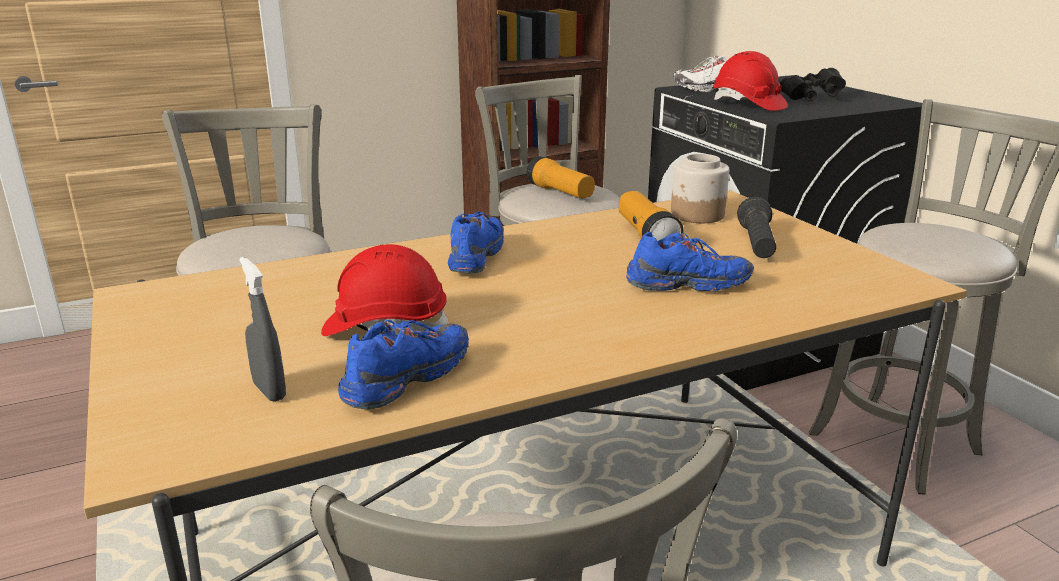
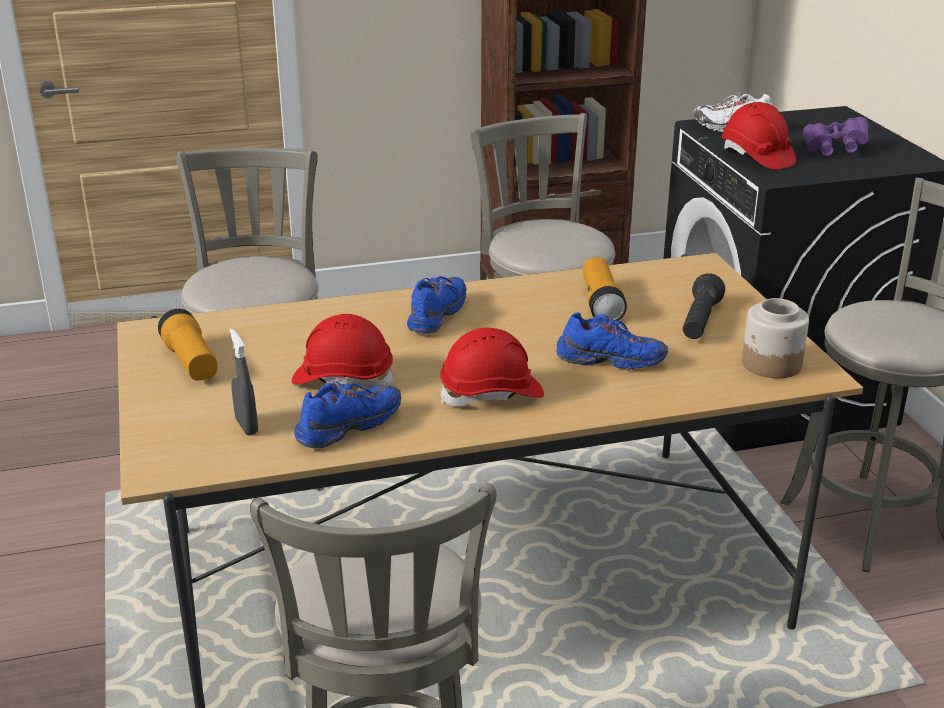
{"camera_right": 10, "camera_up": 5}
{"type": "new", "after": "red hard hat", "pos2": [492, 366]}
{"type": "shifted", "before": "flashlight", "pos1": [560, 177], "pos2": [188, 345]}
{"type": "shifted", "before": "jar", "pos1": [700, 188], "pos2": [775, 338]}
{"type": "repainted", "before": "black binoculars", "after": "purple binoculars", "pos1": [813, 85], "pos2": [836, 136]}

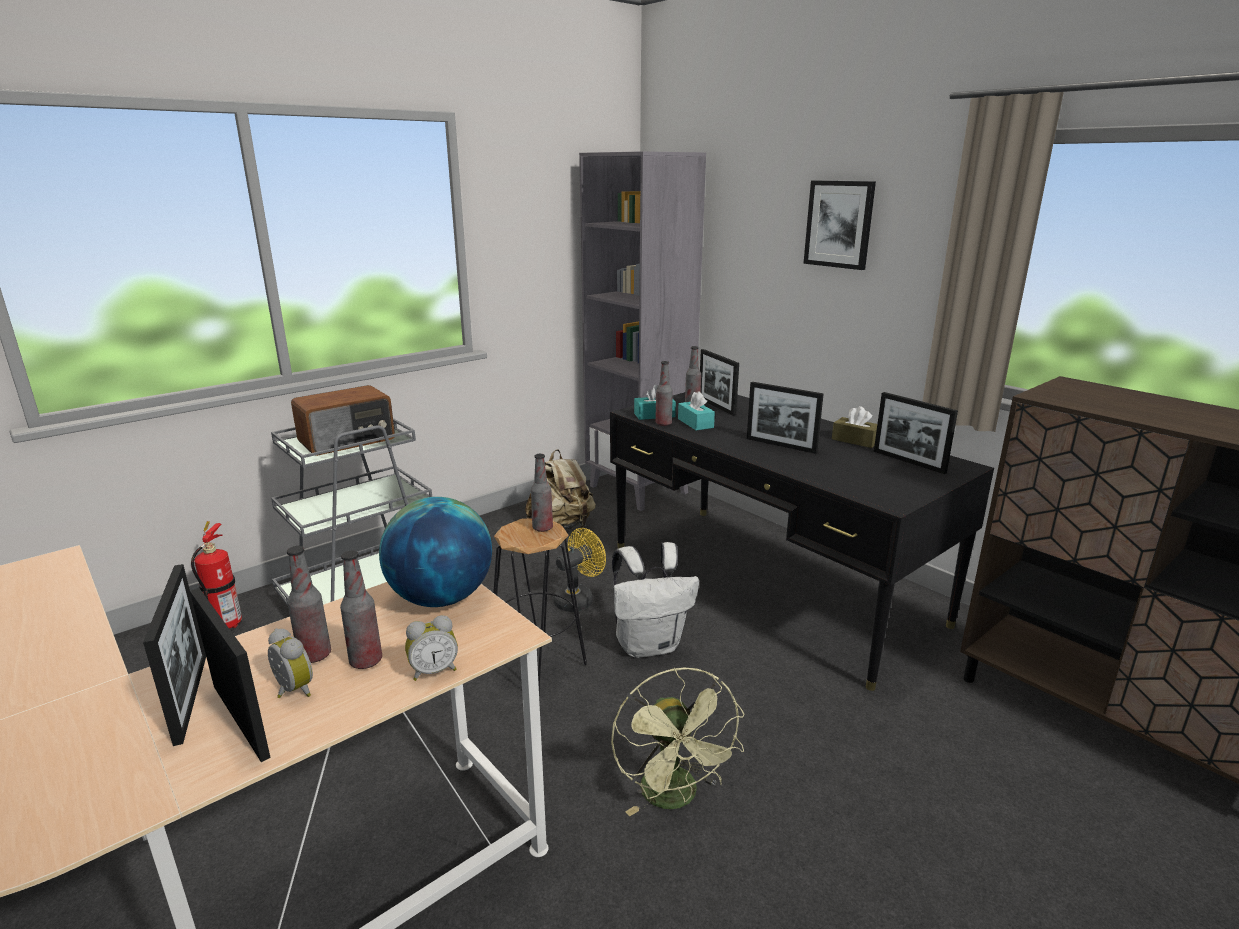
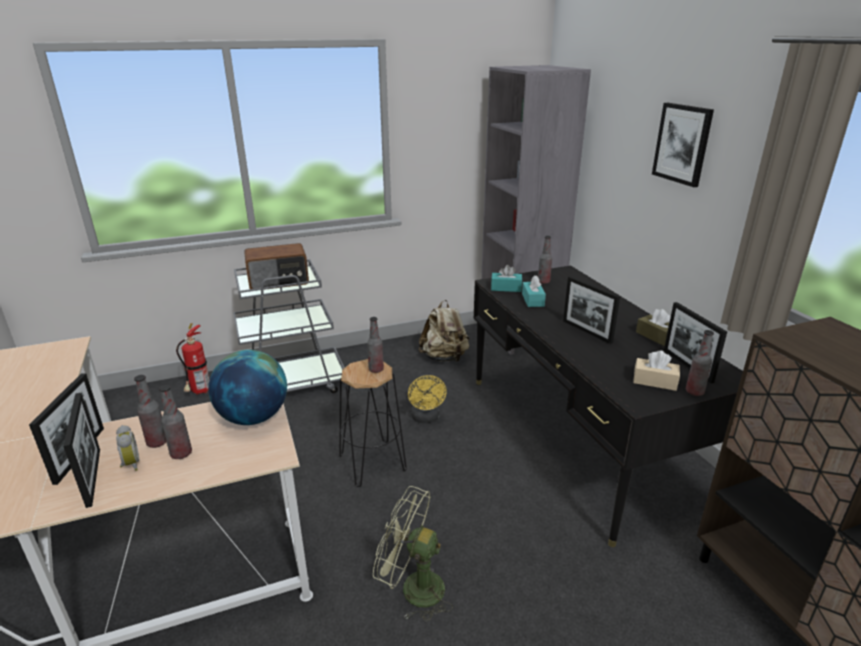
{"camera_right": 20, "camera_up": 5}
{"type": "gone", "before": "alarm clock", "pos1": [431, 648]}
{"type": "gone", "before": "white backpack", "pos1": [655, 600]}
{"type": "gone", "before": "picture frame", "pos1": [719, 382]}
{"type": "new", "after": "beige tissue box", "pos2": [656, 370]}
{"type": "shifted", "before": "bottle", "pos1": [664, 393], "pos2": [700, 363]}
{"type": "rotated", "before": "yellow fan", "pos1": [579, 570], "pos2": [427, 398], "turn": 105}
{"type": "rotated", "before": "green fan", "pos1": [678, 742], "pos2": [413, 554], "turn": 105}

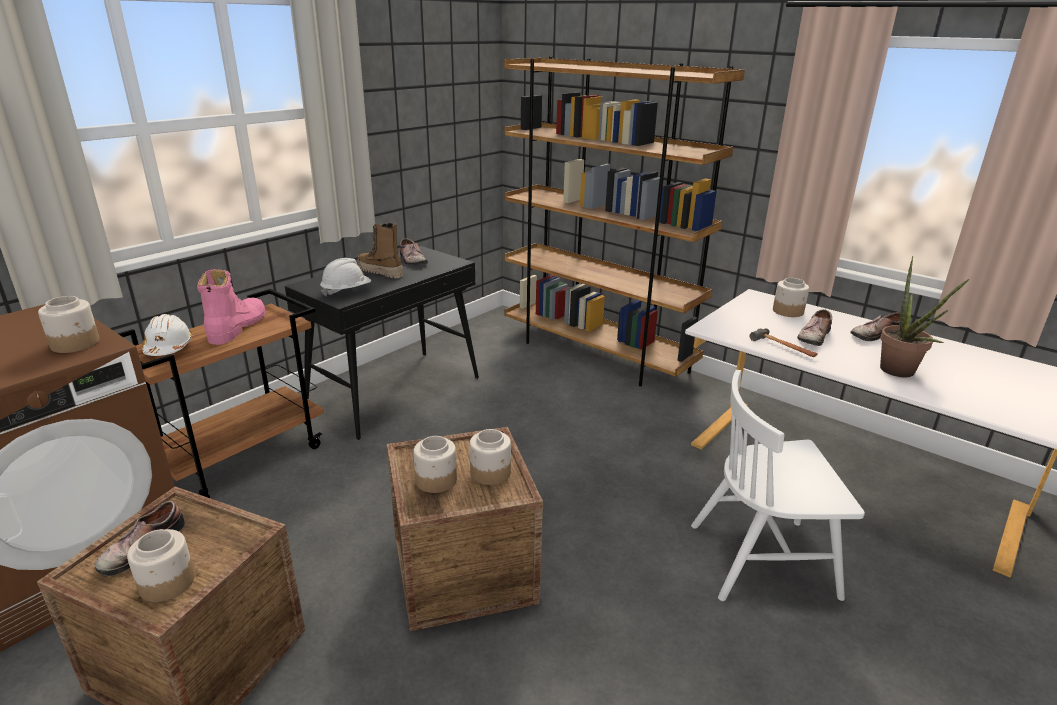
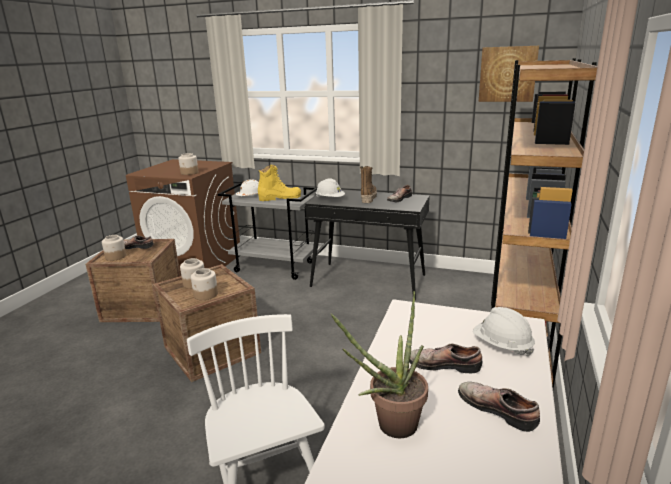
{"camera_right": 70, "camera_up": -5}
{"type": "gone", "before": "hammer", "pos1": [784, 342]}
{"type": "new", "after": "picture", "pos2": [509, 74]}
{"type": "swapped", "before": "jar", "after": "white hard hat", "pos1": [791, 297], "pos2": [504, 331]}
{"type": "repainted", "before": "brown cart", "after": "grey cart", "pos1": [221, 393], "pos2": [267, 231]}
{"type": "repainted", "before": "pink boot", "after": "yellow boot", "pos1": [231, 307], "pos2": [279, 183]}

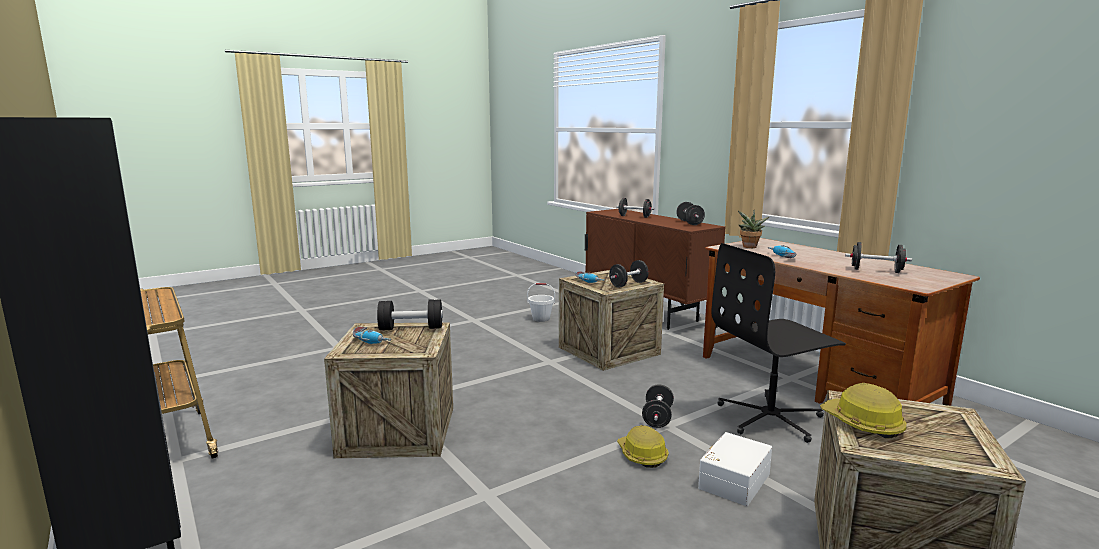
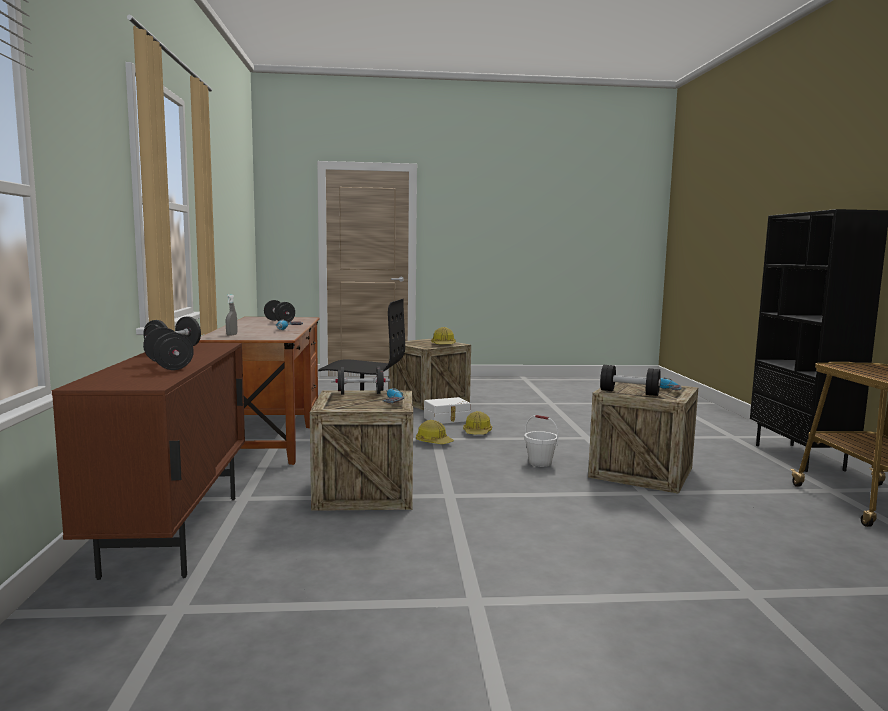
{"camera_right": -150, "camera_up": -5}
{"type": "gone", "before": "potted plant", "pos1": [753, 229]}
{"type": "new", "after": "grey spray bottle", "pos2": [231, 315]}
{"type": "shifted", "before": "white bucket", "pos1": [541, 302], "pos2": [541, 441]}
{"type": "swapped", "before": "black dumbbell", "after": "hard hat", "pos1": [658, 406], "pos2": [435, 432]}

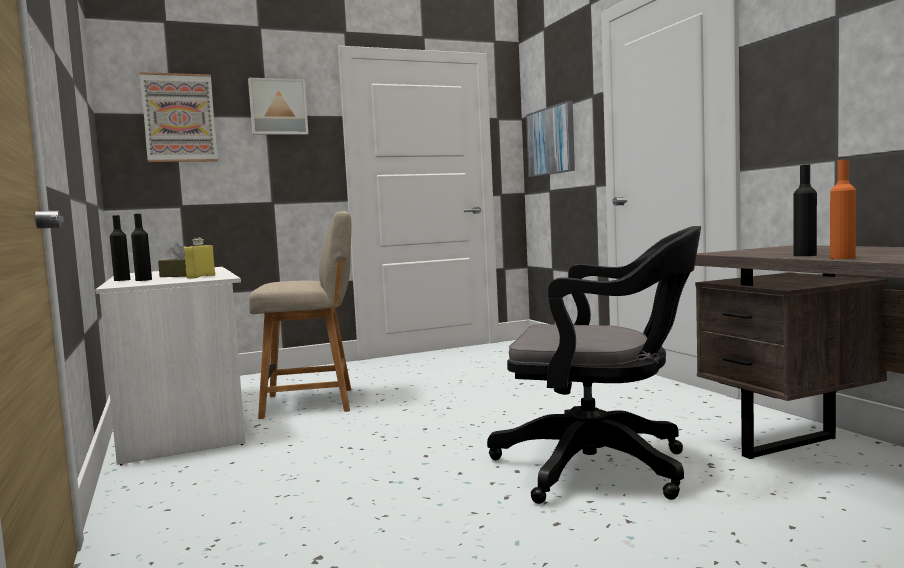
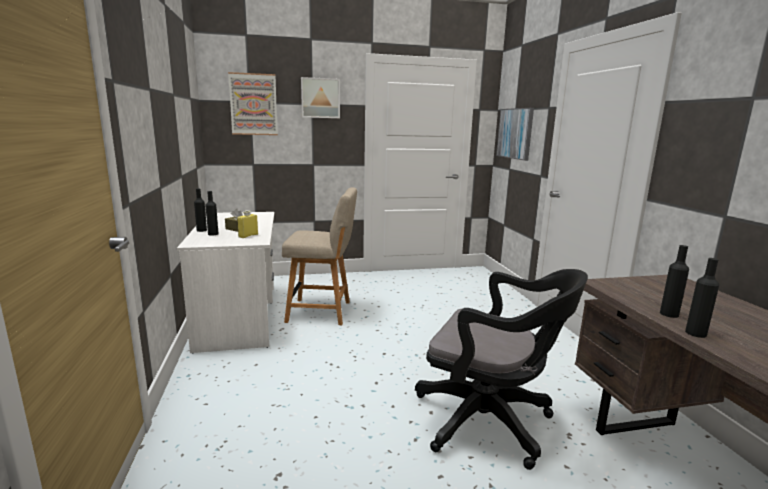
{"camera_right": 10, "camera_up": 10}
{"type": "repainted", "before": "orange bottle", "after": "black bottle", "pos1": [843, 209], "pos2": [702, 298]}

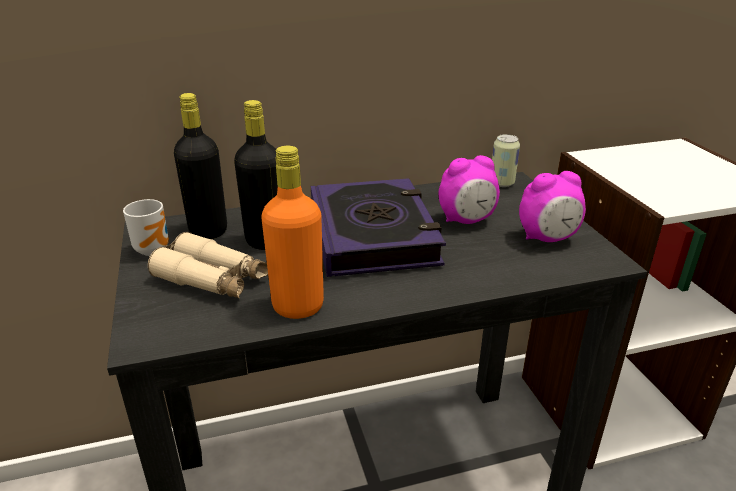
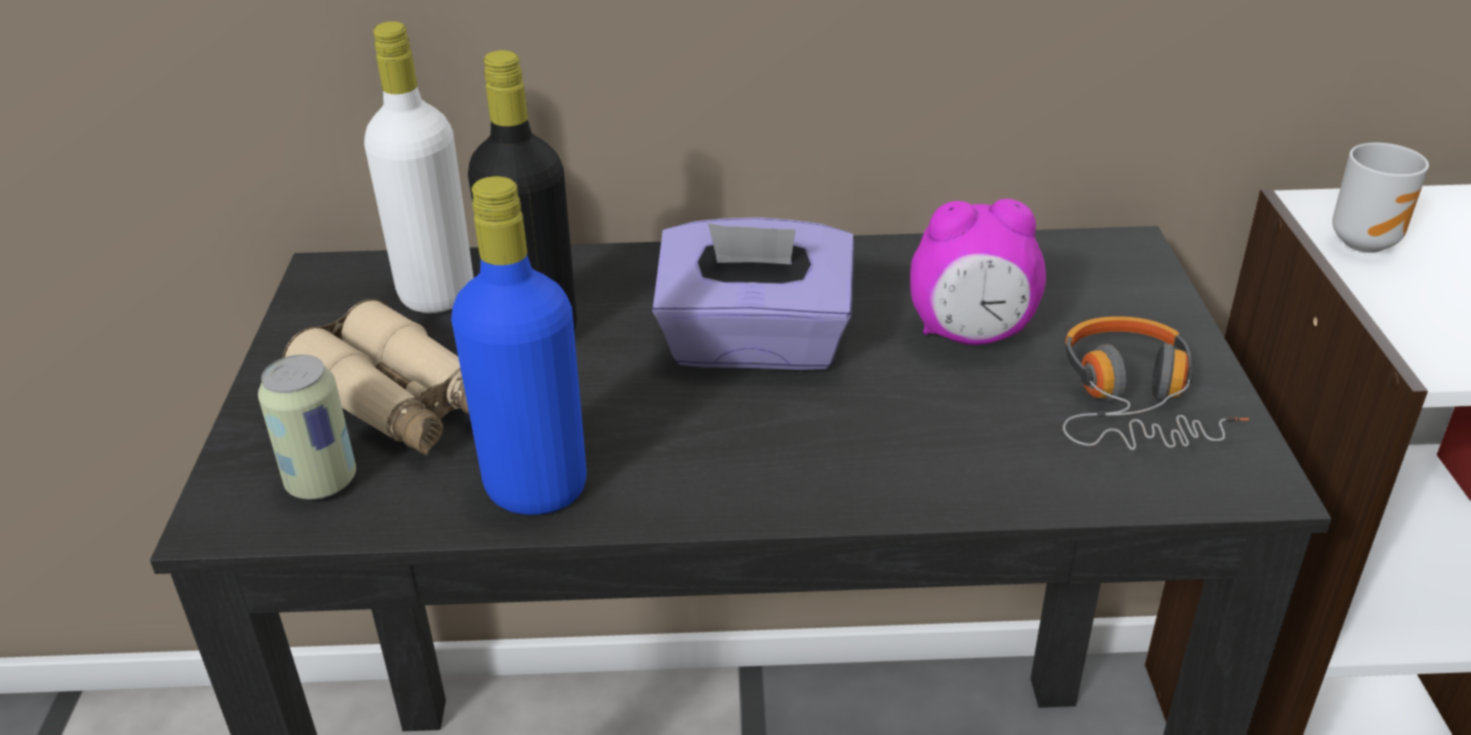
{"camera_right": 15, "camera_up": 5}
{"type": "shifted", "before": "mug", "pos1": [146, 227], "pos2": [1380, 198]}
{"type": "shifted", "before": "can", "pos1": [506, 160], "pos2": [307, 427]}
{"type": "swapped", "before": "book", "after": "purple tissue box", "pos1": [378, 227], "pos2": [753, 293]}
{"type": "swapped", "before": "alarm clock", "after": "headphones", "pos1": [552, 206], "pos2": [1156, 383]}
{"type": "repainted", "before": "black bottle", "after": "white bottle", "pos1": [200, 166], "pos2": [419, 167]}
{"type": "repainted", "before": "orange bottle", "after": "blue bottle", "pos1": [292, 232], "pos2": [519, 345]}

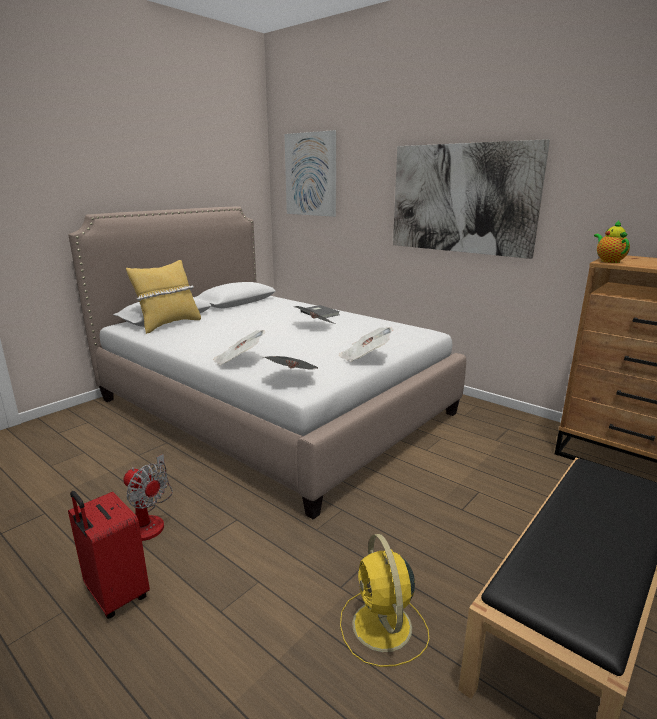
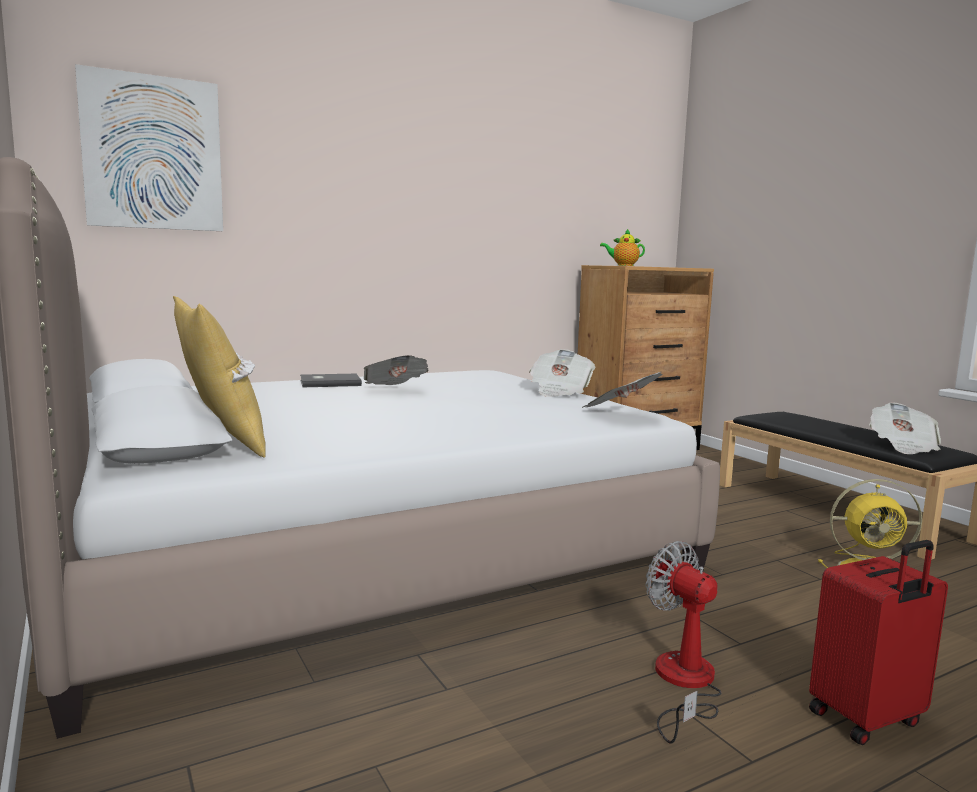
{"camera_right": -70, "camera_up": -10}
{"type": "gone", "before": "picture", "pos1": [471, 199]}
{"type": "shifted", "before": "newspaper", "pos1": [239, 348], "pos2": [905, 428]}
{"type": "rotated", "before": "fan", "pos1": [148, 497], "pos2": [683, 642], "turn": -90}

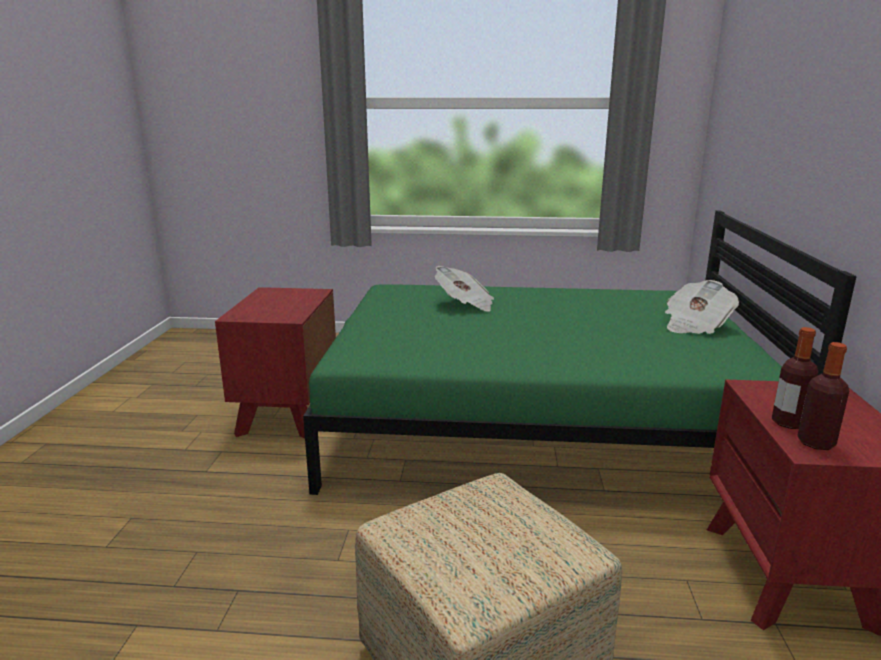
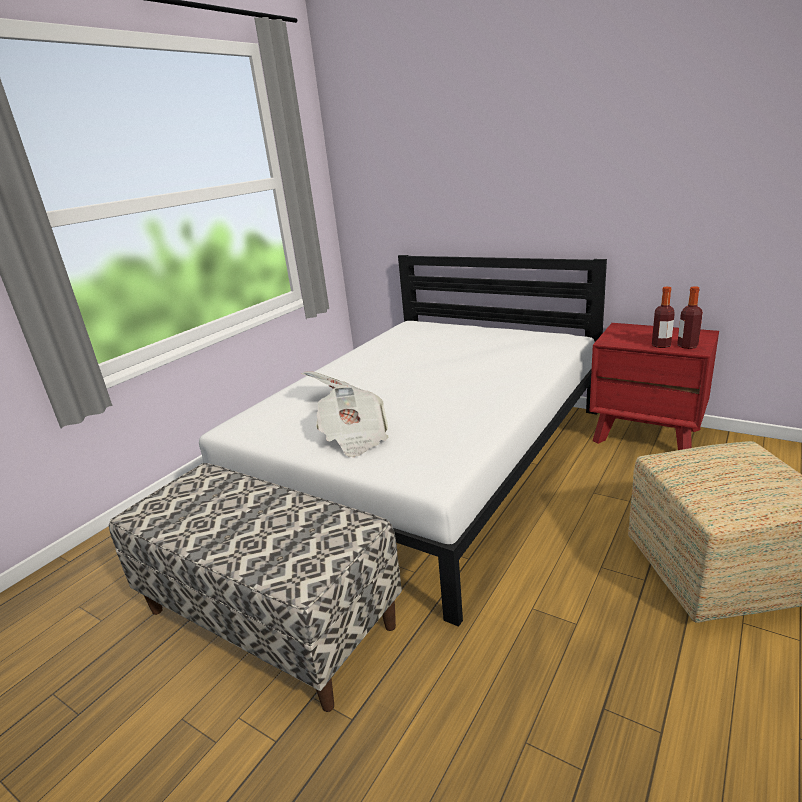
{"camera_right": -60, "camera_up": 5}
{"type": "shifted", "before": "newspaper", "pos1": [702, 307], "pos2": [352, 421]}
{"type": "swapped", "before": "red nightstand", "after": "bench", "pos1": [275, 363], "pos2": [255, 587]}
{"type": "repainted", "before": "green bed", "after": "white bed", "pos1": [580, 352], "pos2": [403, 441]}

